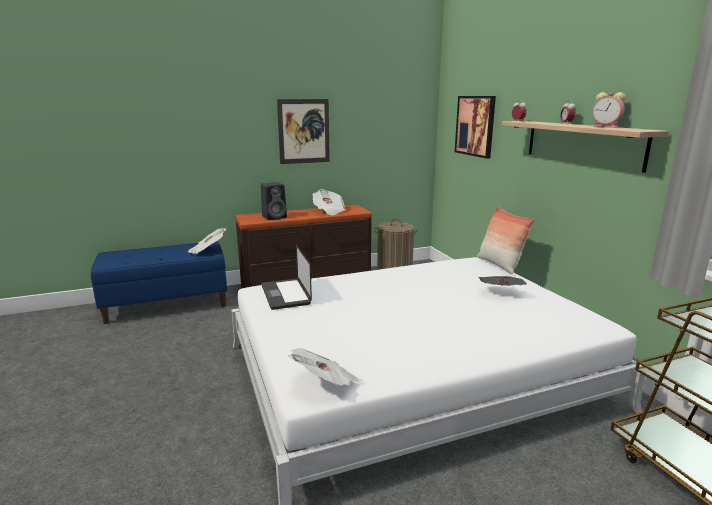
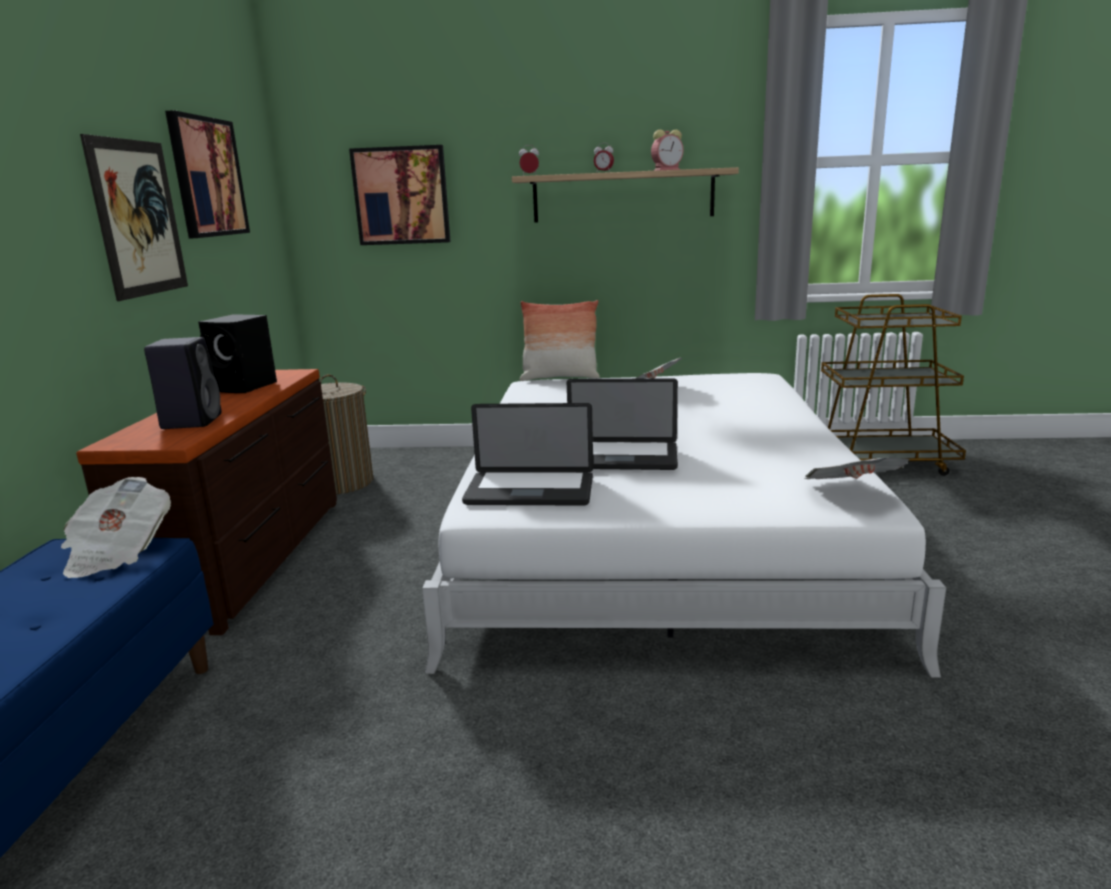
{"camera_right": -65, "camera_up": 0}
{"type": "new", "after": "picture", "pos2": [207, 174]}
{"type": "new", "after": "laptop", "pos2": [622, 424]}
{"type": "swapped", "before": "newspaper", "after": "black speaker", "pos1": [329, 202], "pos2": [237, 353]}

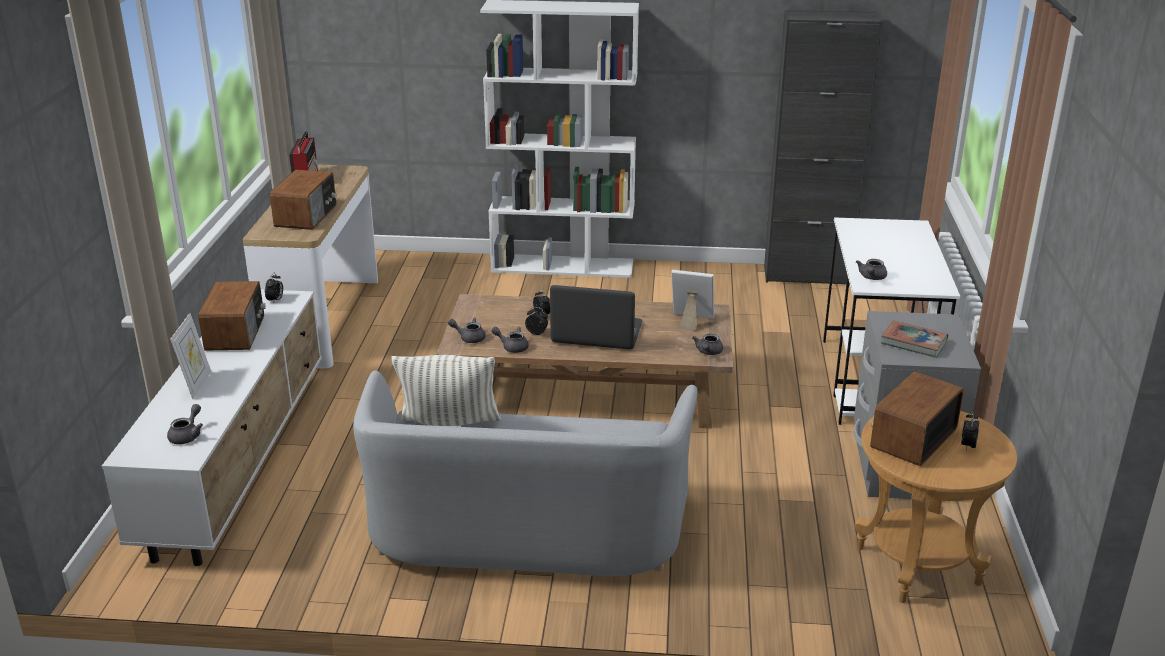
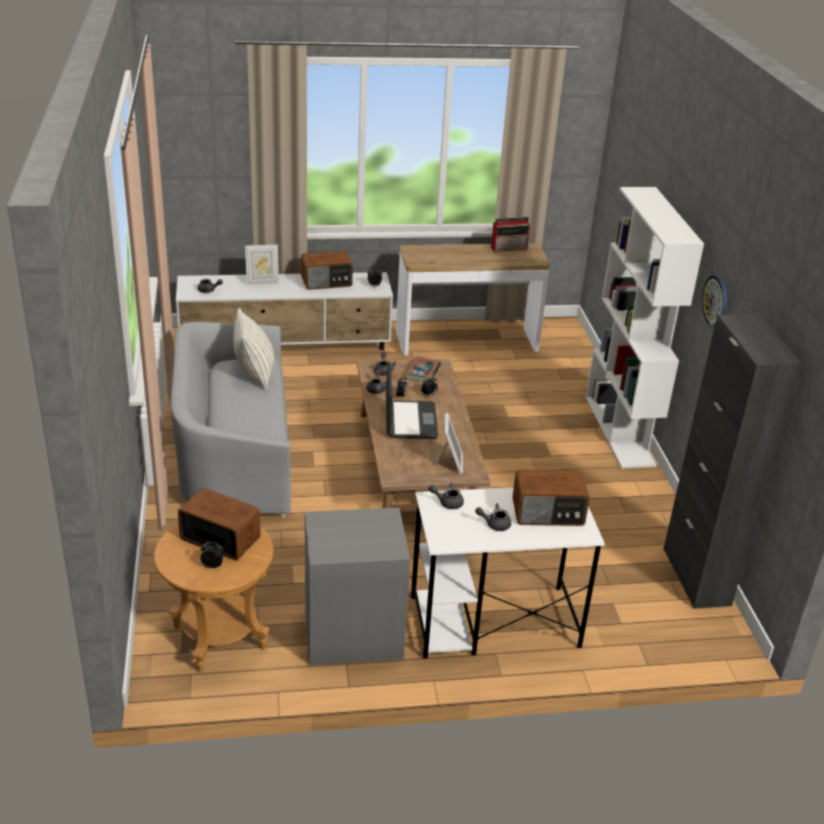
{"camera_right": 75, "camera_up": 5}
{"type": "new", "after": "wall clock", "pos2": [714, 301]}
{"type": "shifted", "before": "radio", "pos1": [303, 200], "pos2": [551, 498]}
{"type": "shifted", "before": "grey teapot", "pos1": [707, 344], "pos2": [493, 517]}
{"type": "shifted", "before": "book", "pos1": [914, 339], "pos2": [423, 369]}

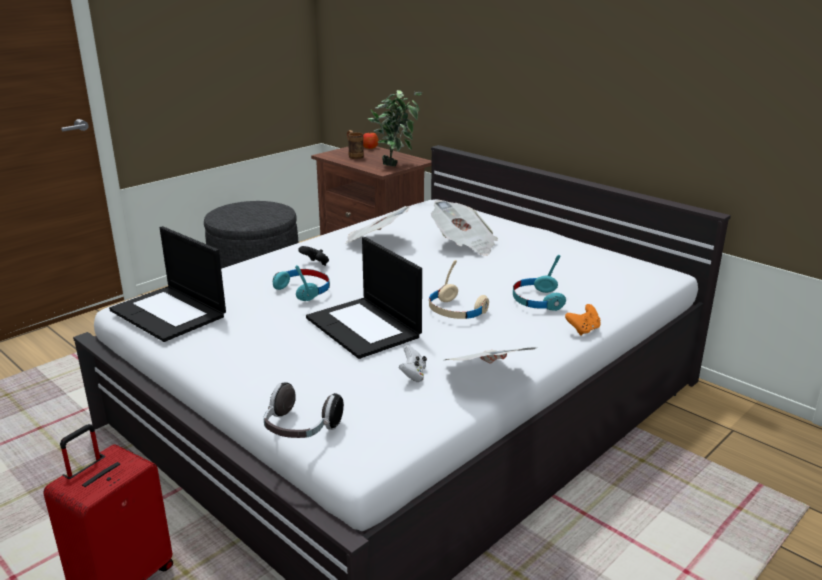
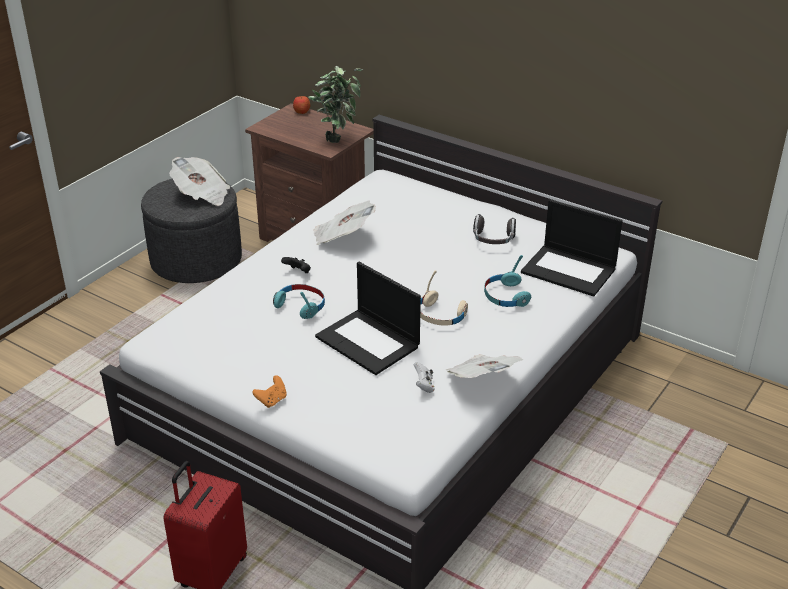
{"camera_right": -10, "camera_up": 10}
{"type": "gone", "before": "brown mug", "pos1": [355, 144]}
{"type": "shifted", "before": "laptop", "pos1": [167, 284], "pos2": [572, 248]}
{"type": "shifted", "before": "headphones", "pos1": [303, 410], "pos2": [494, 229]}
{"type": "shifted", "before": "newspaper", "pos1": [464, 228], "pos2": [199, 181]}
{"type": "shifted", "before": "orange game controller", "pos1": [583, 320], "pos2": [269, 391]}

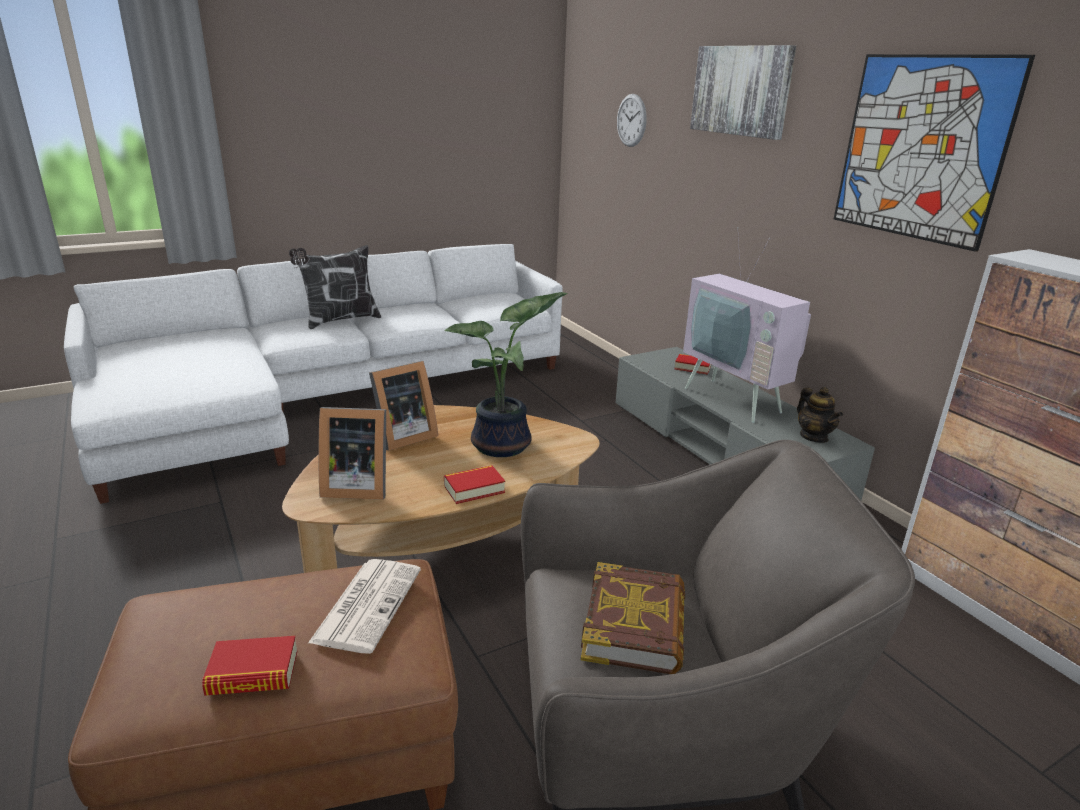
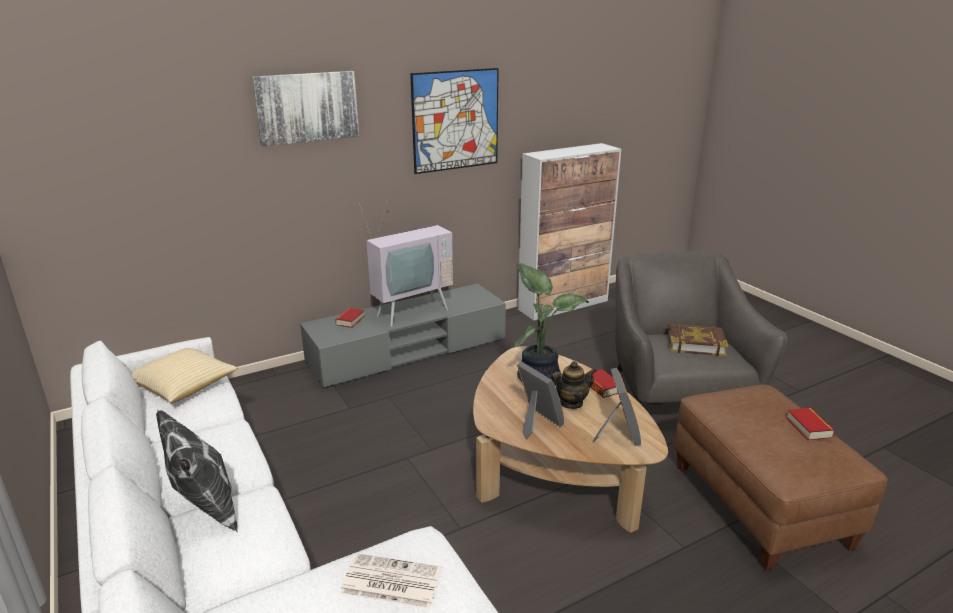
{"camera_right": -90, "camera_up": 0}
{"type": "gone", "before": "wall clock", "pos1": [632, 120]}
{"type": "new", "after": "pillow", "pos2": [184, 375]}
{"type": "shifted", "before": "newspaper", "pos1": [364, 606], "pos2": [391, 580]}
{"type": "shifted", "before": "teapot", "pos1": [820, 415], "pos2": [574, 385]}

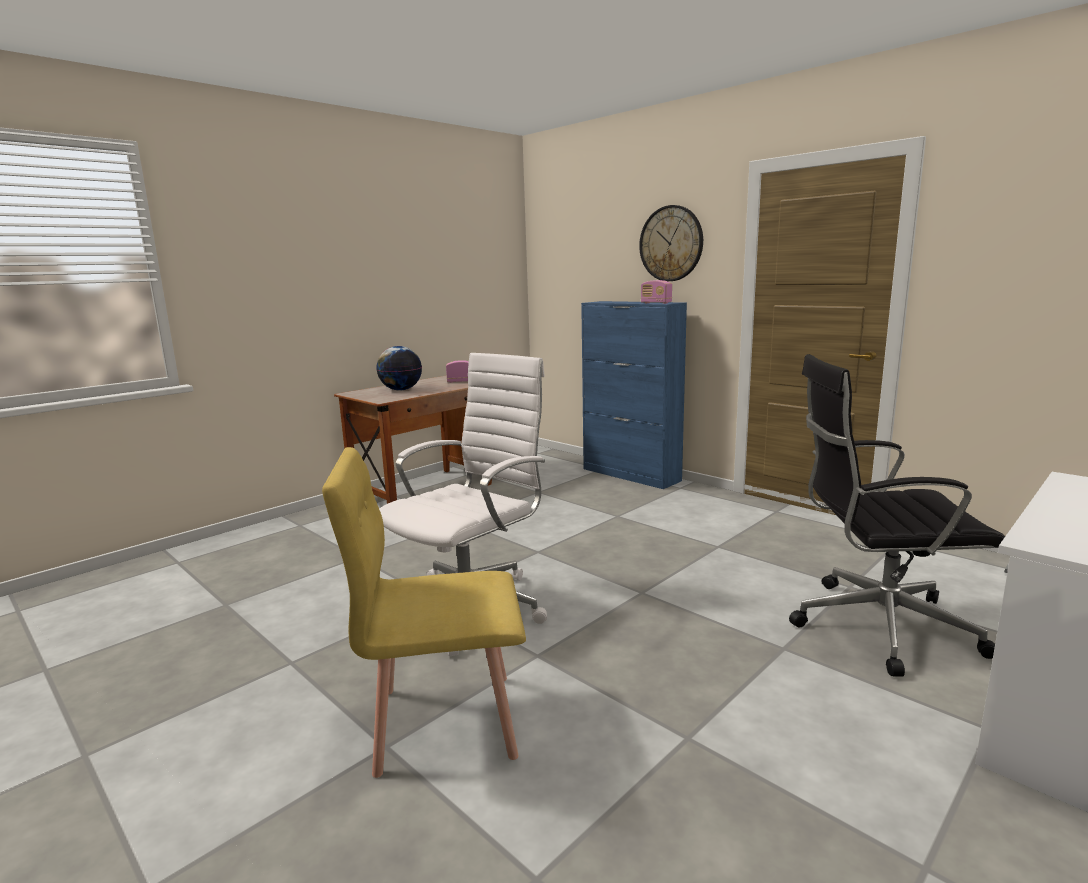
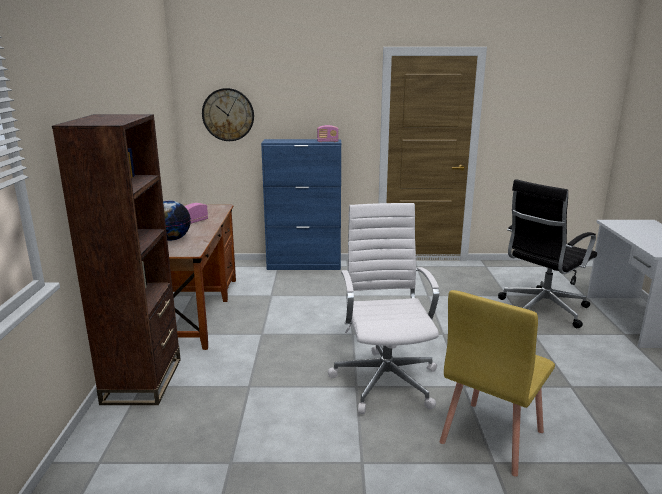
{"camera_right": -45, "camera_up": 5}
{"type": "new", "after": "brown bookcase", "pos2": [116, 259]}
{"type": "shifted", "before": "wall clock", "pos1": [671, 243], "pos2": [228, 114]}

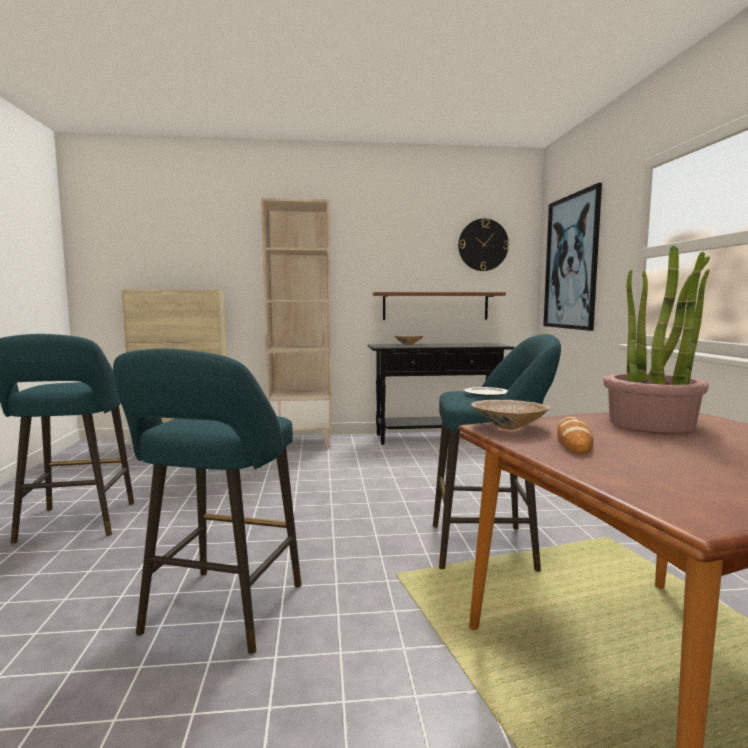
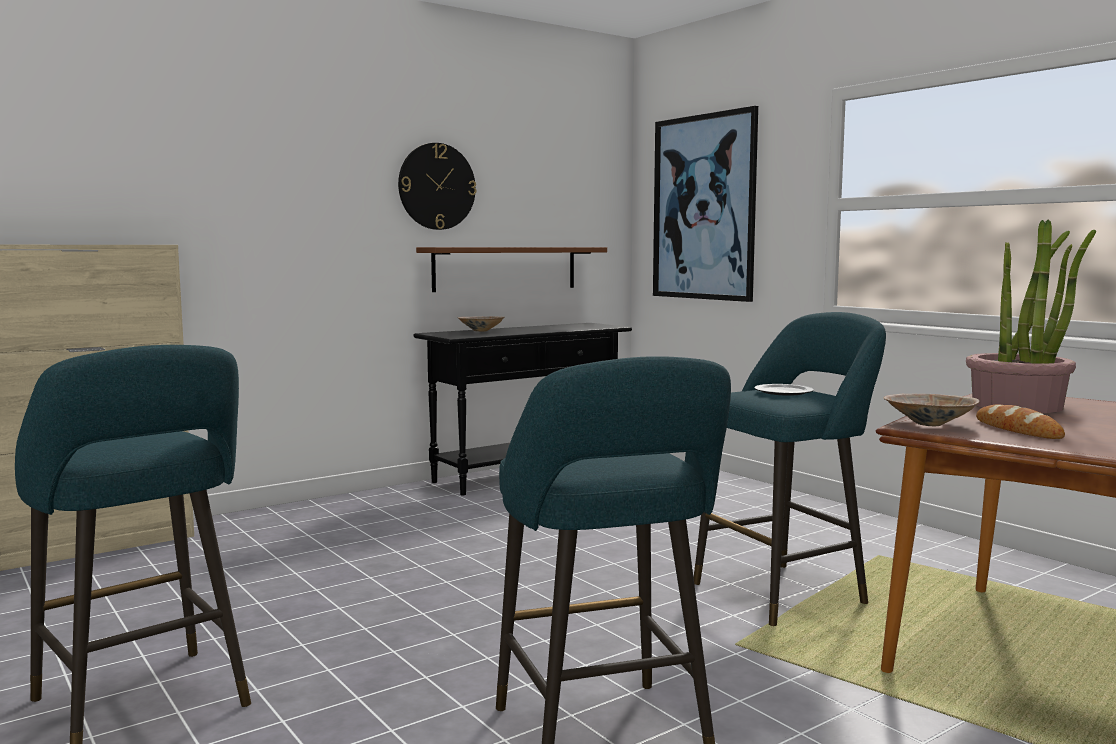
{"camera_right": -30, "camera_up": 0}
{"type": "gone", "before": "beige bookcase", "pos1": [296, 323]}
{"type": "shifted", "before": "wall clock", "pos1": [483, 244], "pos2": [437, 186]}

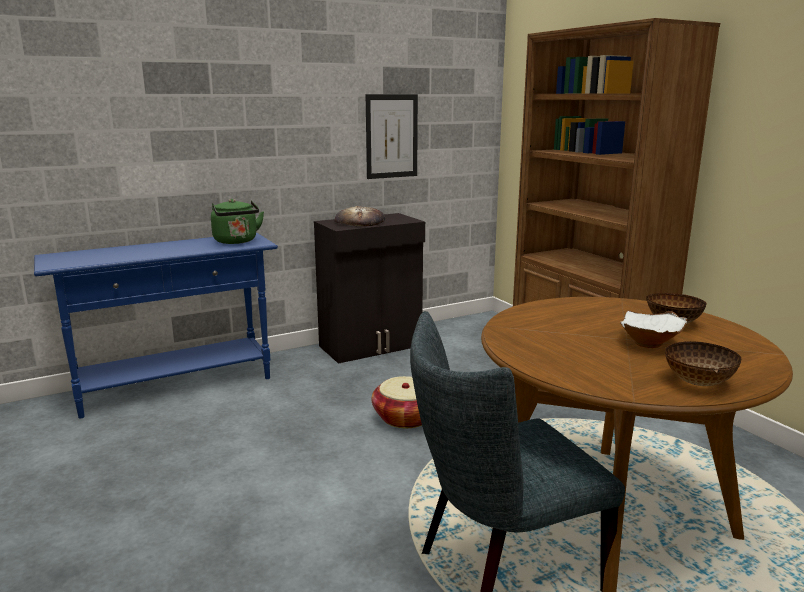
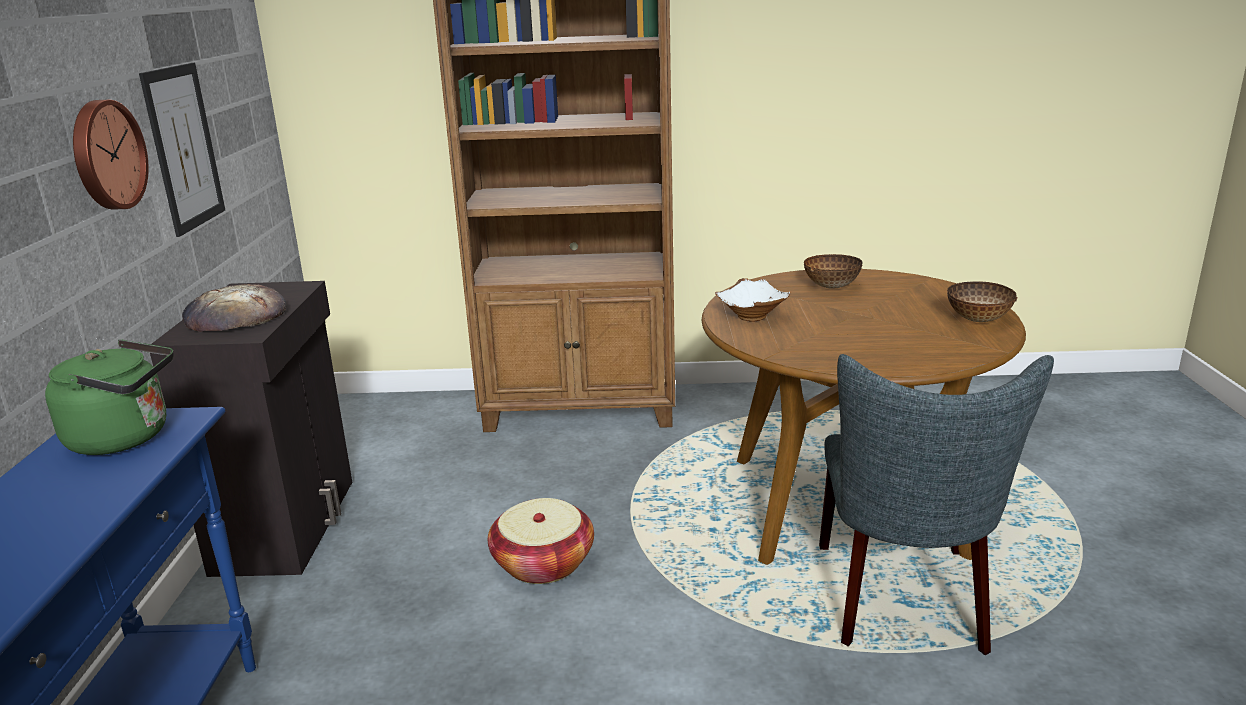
{"camera_right": -60, "camera_up": 5}
{"type": "new", "after": "wall clock", "pos2": [111, 155]}
{"type": "shifted", "before": "white bowl", "pos1": [653, 329], "pos2": [752, 300]}

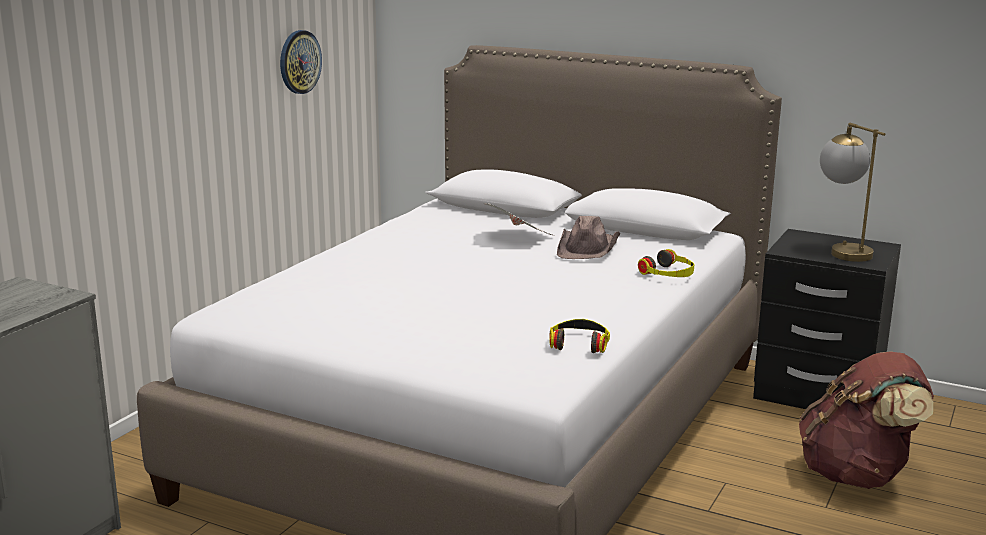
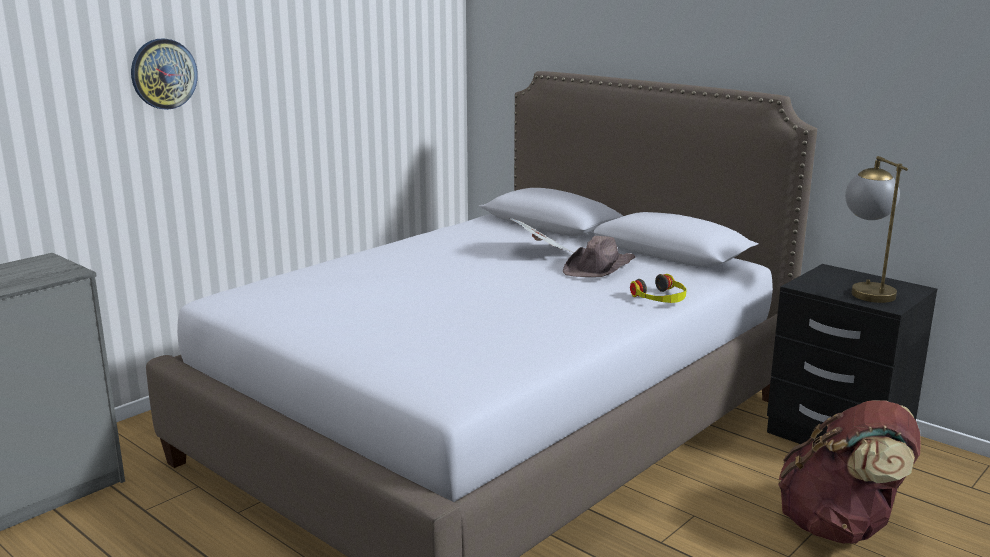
{"camera_right": 15, "camera_up": 0}
{"type": "gone", "before": "headphones", "pos1": [579, 336]}
{"type": "shifted", "before": "wall clock", "pos1": [301, 62], "pos2": [164, 74]}

